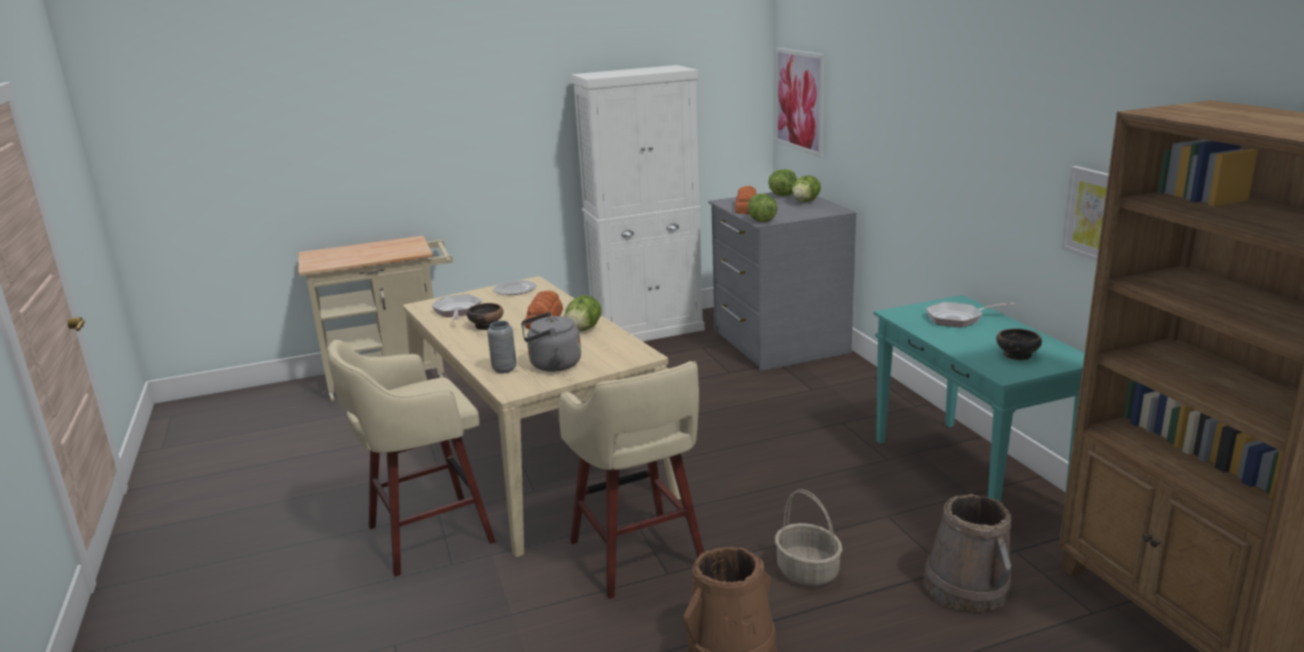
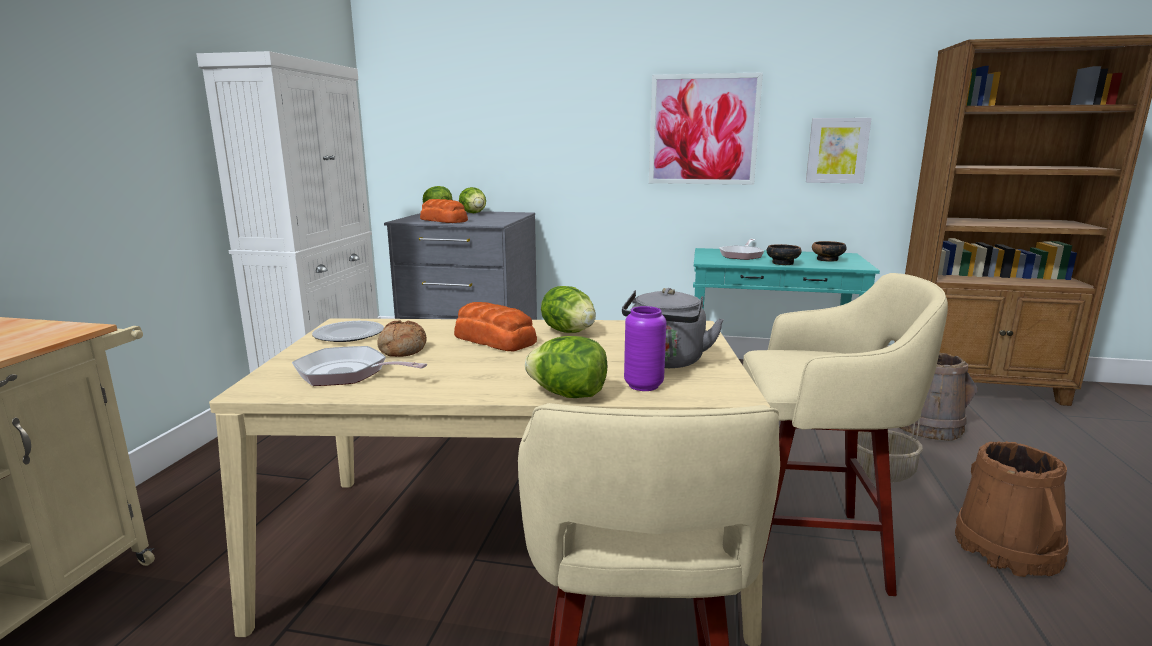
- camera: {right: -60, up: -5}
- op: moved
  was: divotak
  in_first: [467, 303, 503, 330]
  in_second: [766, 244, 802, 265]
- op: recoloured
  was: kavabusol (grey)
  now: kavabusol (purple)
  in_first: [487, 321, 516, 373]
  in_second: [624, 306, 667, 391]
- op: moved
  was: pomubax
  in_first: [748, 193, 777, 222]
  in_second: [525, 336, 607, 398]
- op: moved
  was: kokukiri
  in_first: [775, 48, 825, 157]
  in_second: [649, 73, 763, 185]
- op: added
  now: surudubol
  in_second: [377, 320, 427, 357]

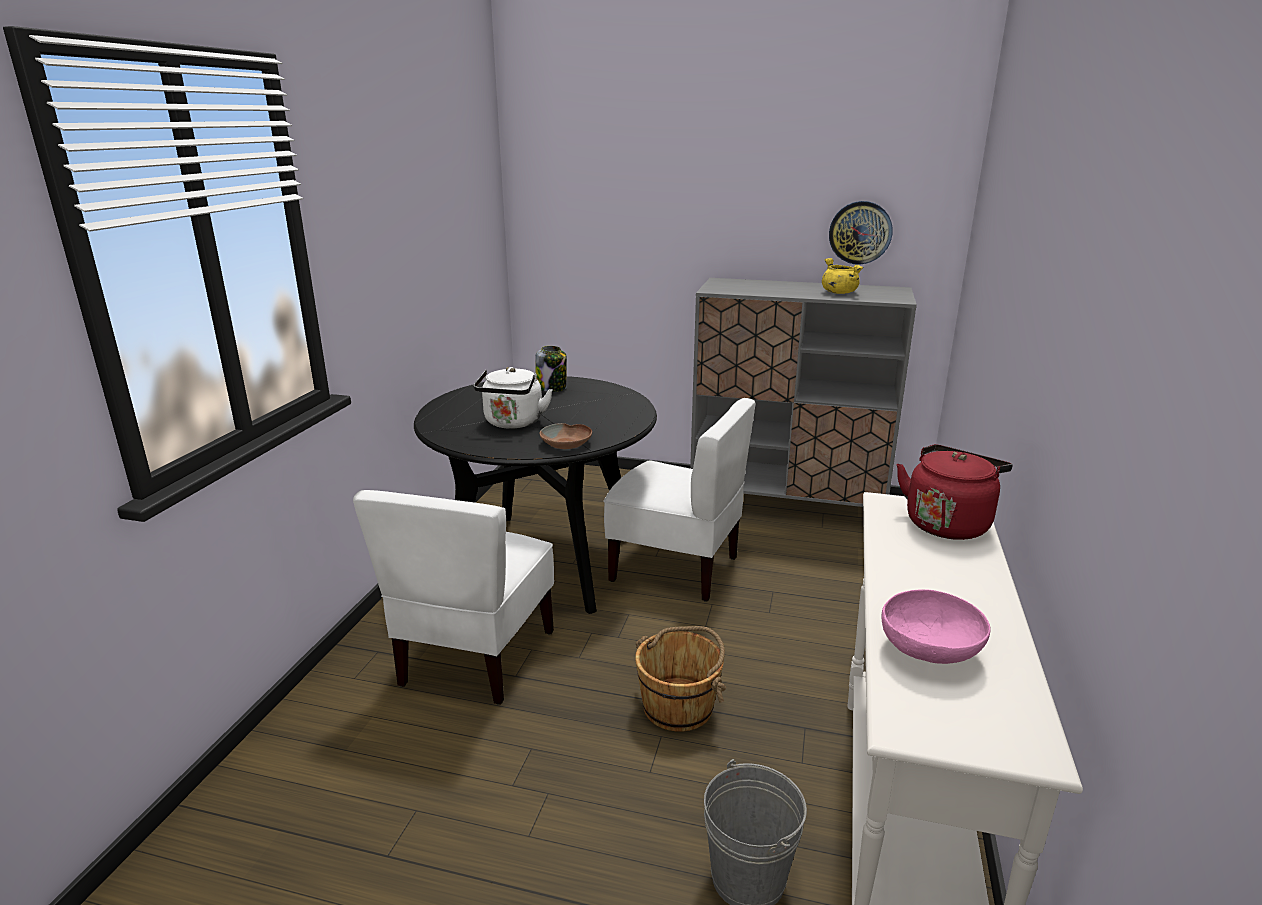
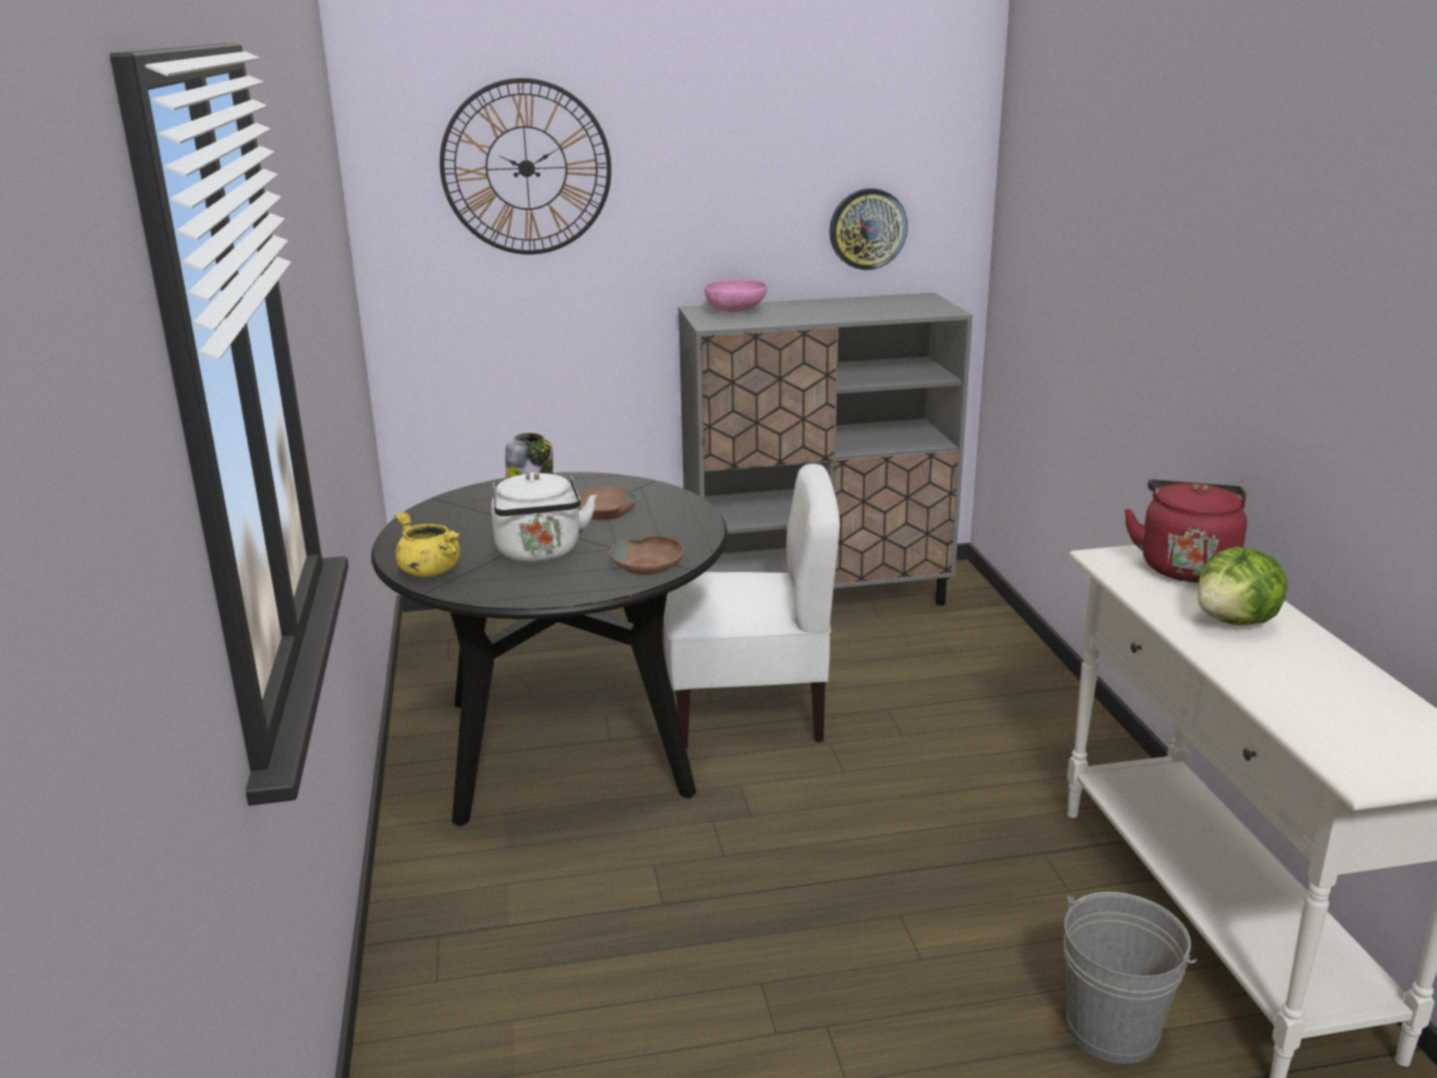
- camera: {right: -25, up: 0}
- op: removed
  was: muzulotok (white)
  in_first: [353, 490, 554, 705]
- op: removed
  was: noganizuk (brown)
  in_first: [635, 626, 726, 731]
- op: moved
  was: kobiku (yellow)
  in_first: [822, 258, 864, 294]
  in_second: [395, 512, 461, 577]
- op: moved
  was: divotak (pink)
  in_first: [881, 589, 990, 664]
  in_second: [704, 279, 767, 312]
- op: added
  now: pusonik
  in_second: [440, 78, 611, 254]
- op: added
  now: divotak (brown)
  in_second: [578, 487, 637, 520]
- op: added
  now: pomubax
  in_second: [1197, 547, 1287, 625]

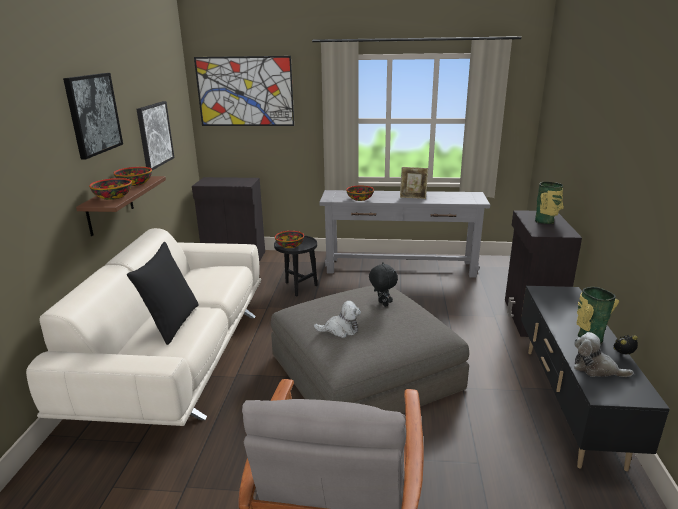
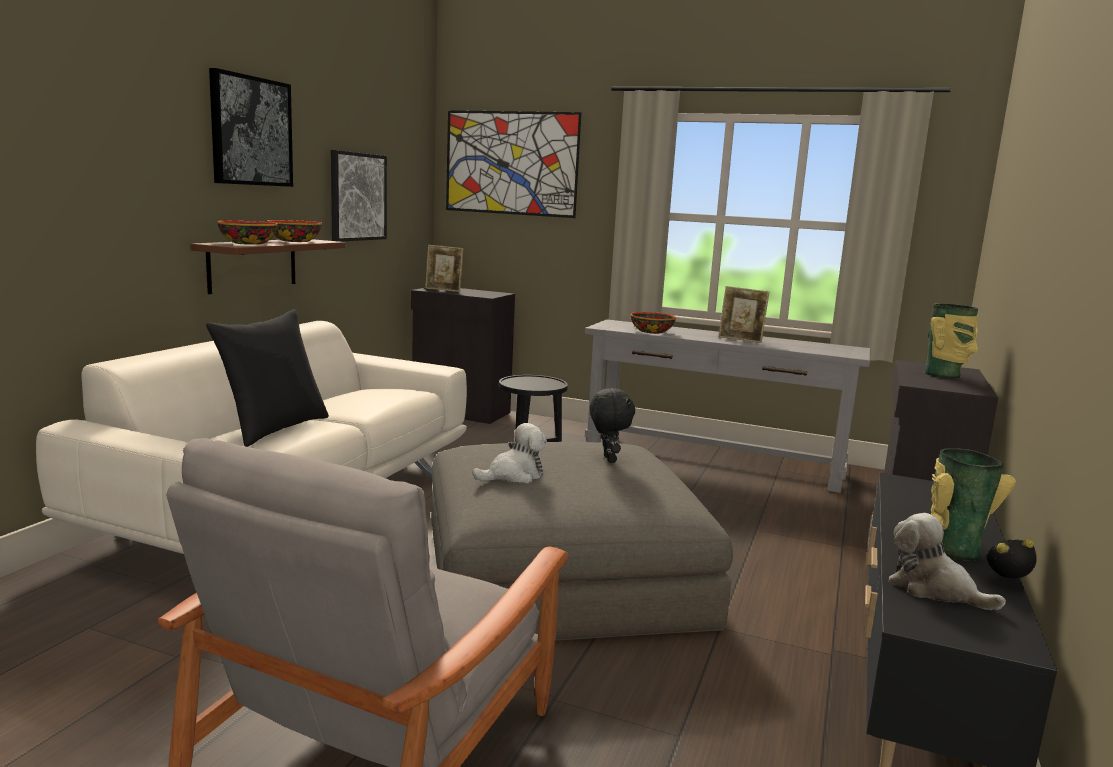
- camera: {right: 15, up: -10}
- op: removed
  was: divotak
  in_first: [275, 231, 304, 248]
- op: turned
  was: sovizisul
  in_first: [314, 301, 361, 338]
  in_second: [472, 423, 547, 483]
  clockwise: -45
- op: added
  now: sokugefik
  in_second: [425, 245, 463, 292]

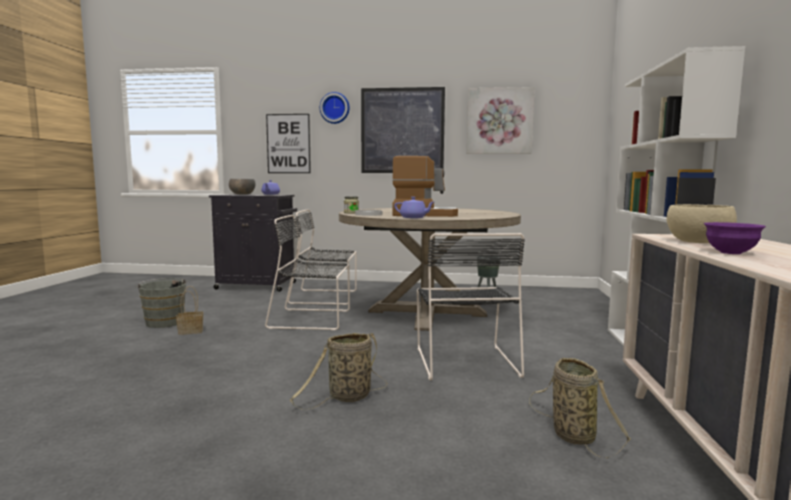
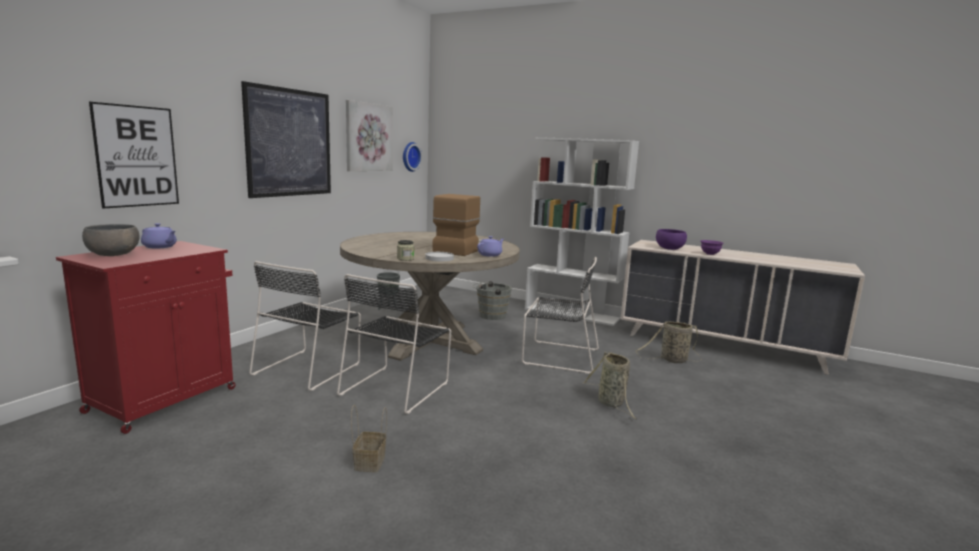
- camera: {right: -70, up: 5}
- op: moved
  was: noganizuk (grey)
  in_first: [136, 278, 188, 328]
  in_second: [472, 281, 512, 320]
- op: recoloured
  was: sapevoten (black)
  now: sapevoten (red)
  in_first: [209, 194, 297, 292]
  in_second: [56, 241, 236, 434]
- op: moved
  was: pusonik
  in_first: [320, 92, 349, 124]
  in_second: [403, 142, 422, 172]
- op: recoloured
  was: divotak (beige)
  now: divotak (purple)
  in_first: [667, 204, 737, 243]
  in_second: [656, 229, 687, 250]

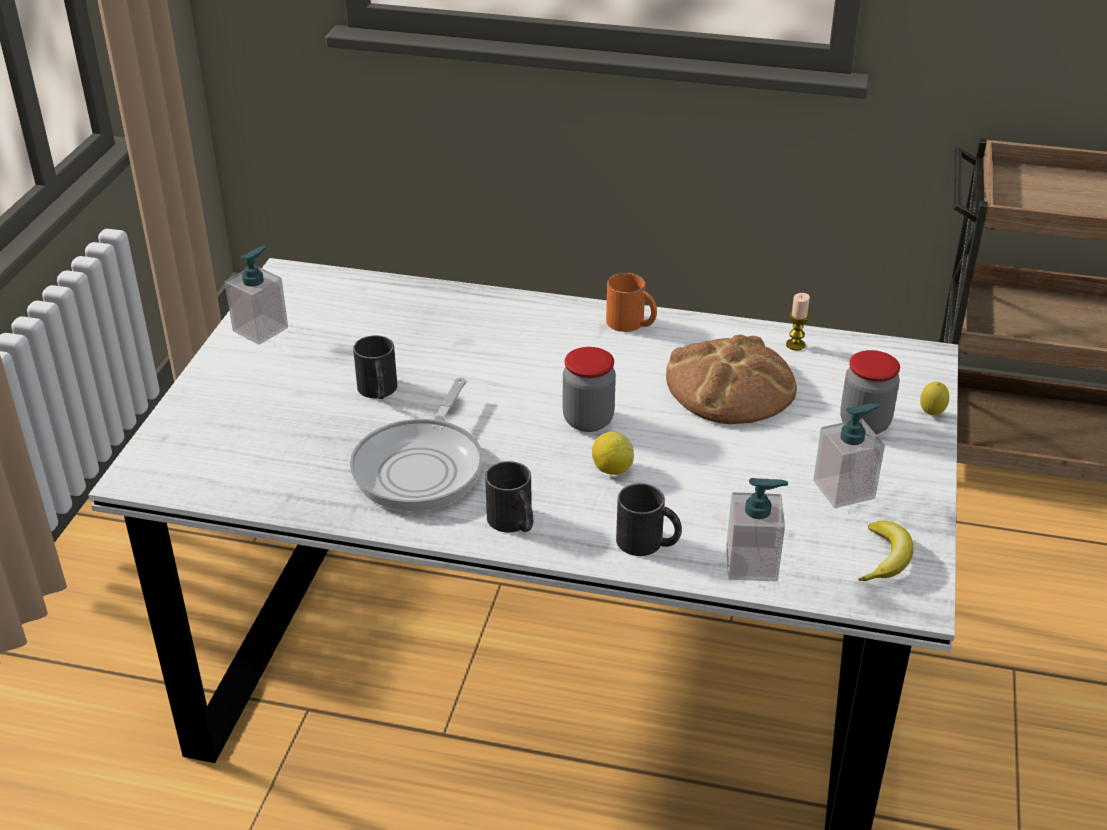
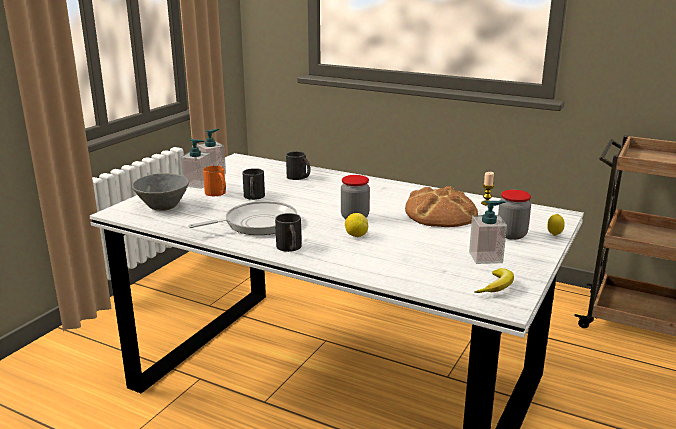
- camera: {right: 15, up: -15}
- op: turned
  was: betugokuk
  in_first: [350, 378, 483, 511]
  in_second: [188, 201, 297, 235]
  clockwise: -150
- op: moved
  was: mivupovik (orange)
  in_first: [606, 273, 657, 332]
  in_second: [203, 166, 226, 196]
- op: moved
  was: mivupovik (black)
  in_first: [616, 483, 682, 556]
  in_second: [286, 151, 311, 180]
- op: moved
  was: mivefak
  in_first: [726, 478, 788, 582]
  in_second: [181, 139, 211, 189]
- op: added
  now: divotak (grey)
  in_second: [132, 173, 189, 211]

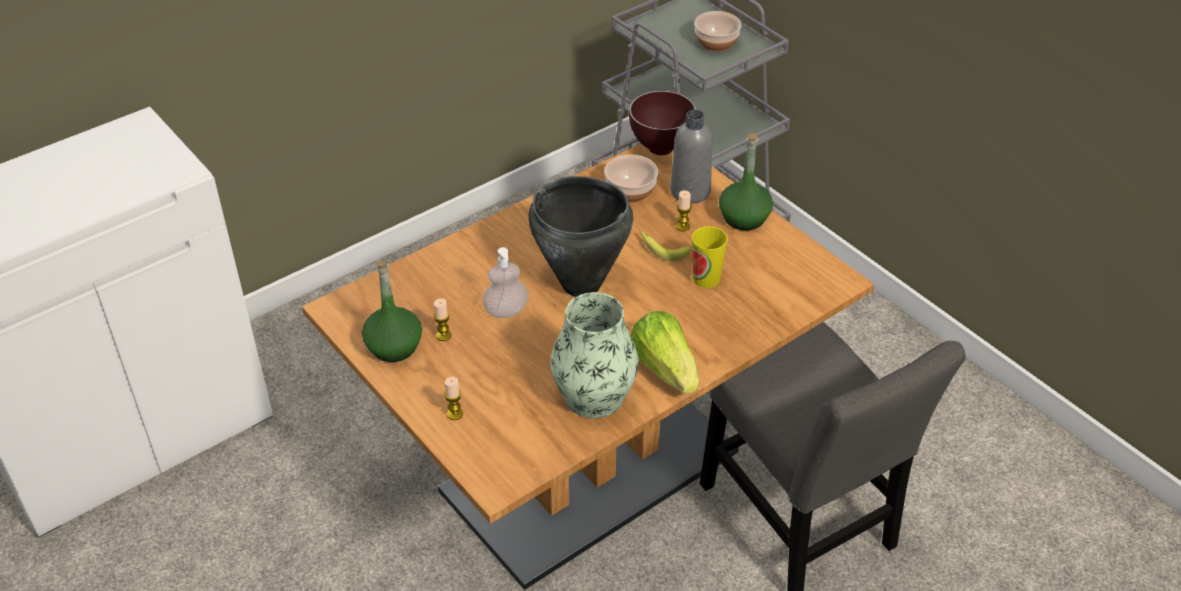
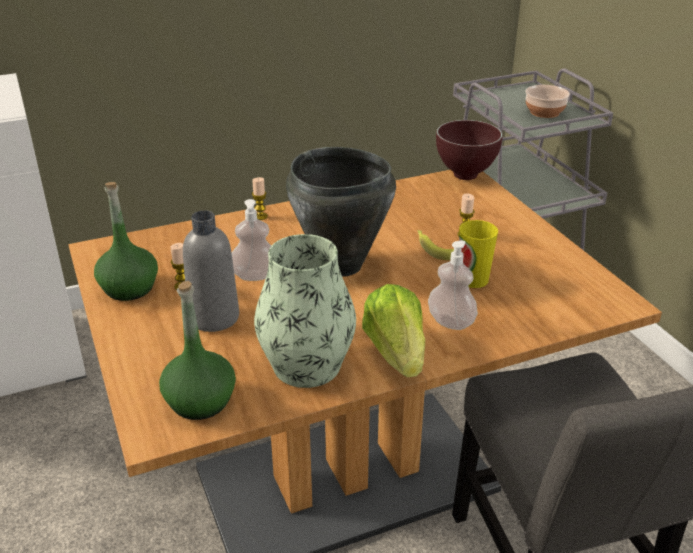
- camera: {right: 15, up: -10}
- op: moved
  was: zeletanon
  in_first: [444, 377, 463, 420]
  in_second: [252, 177, 268, 220]
- op: removed
  was: divotak
  in_first: [604, 154, 658, 203]
- op: moved
  was: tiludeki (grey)
  in_first: [670, 110, 713, 204]
  in_second: [183, 210, 239, 332]
- op: moved
  was: tiludeki (green)
  in_first: [719, 133, 773, 231]
  in_second: [159, 281, 236, 420]
- op: added
  now: mivefak
  in_second: [428, 240, 478, 330]

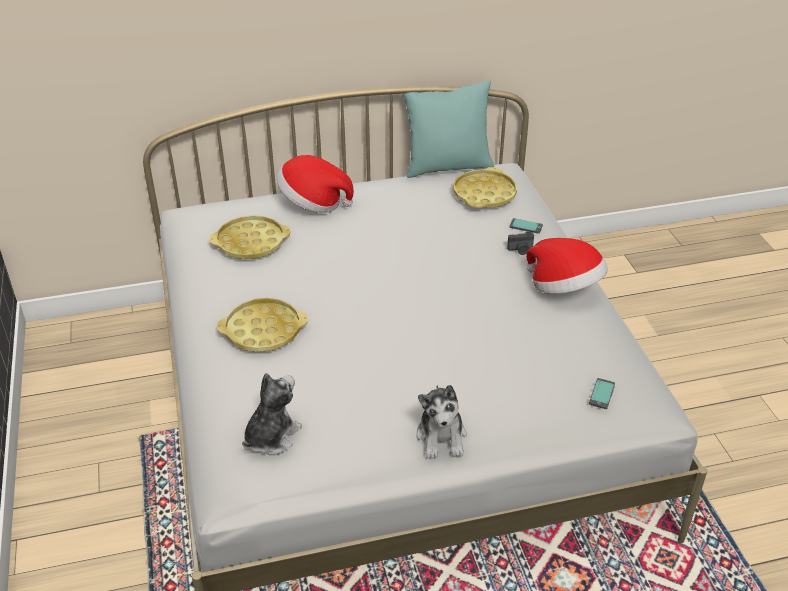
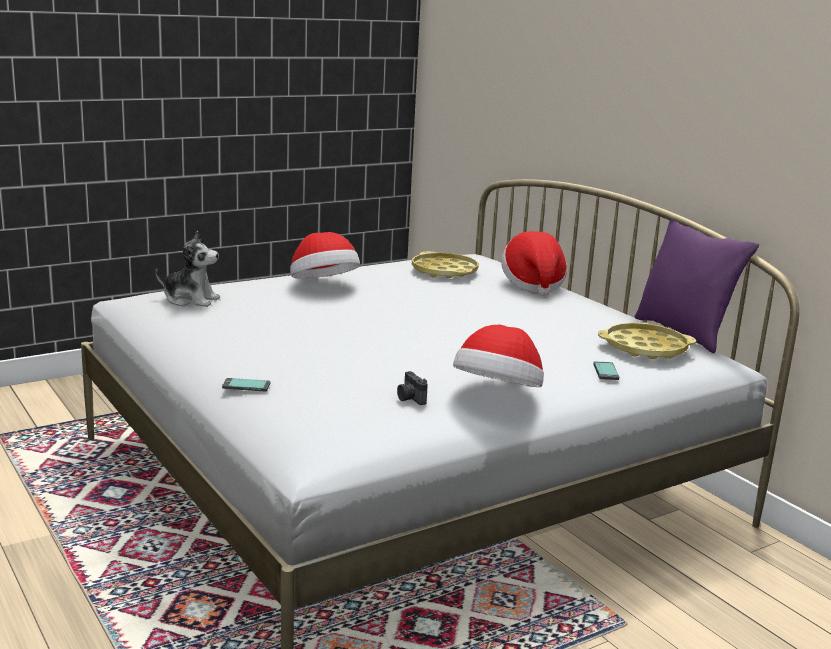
- camera: {right: 70, up: -20}
- op: replaced
  was: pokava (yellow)
  now: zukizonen
  in_first: [217, 298, 308, 352]
  in_second: [290, 232, 360, 278]
- op: recoloured
  was: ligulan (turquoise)
  now: ligulan (purple)
  in_first: [403, 81, 494, 178]
  in_second: [635, 220, 759, 353]
- op: removed
  was: sovizisul
  in_first: [416, 385, 466, 458]
- op: moved
  was: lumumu
  in_first: [507, 232, 534, 255]
  in_second: [397, 371, 428, 405]
- op: moved
  was: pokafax
  in_first: [589, 378, 615, 409]
  in_second: [222, 378, 270, 391]

